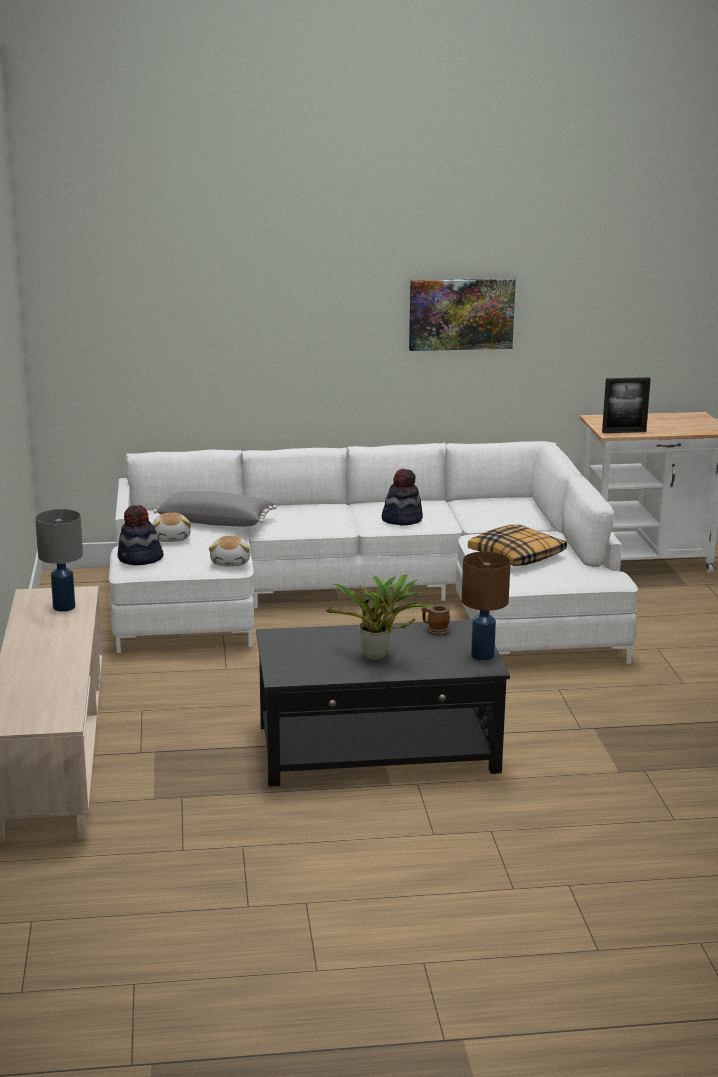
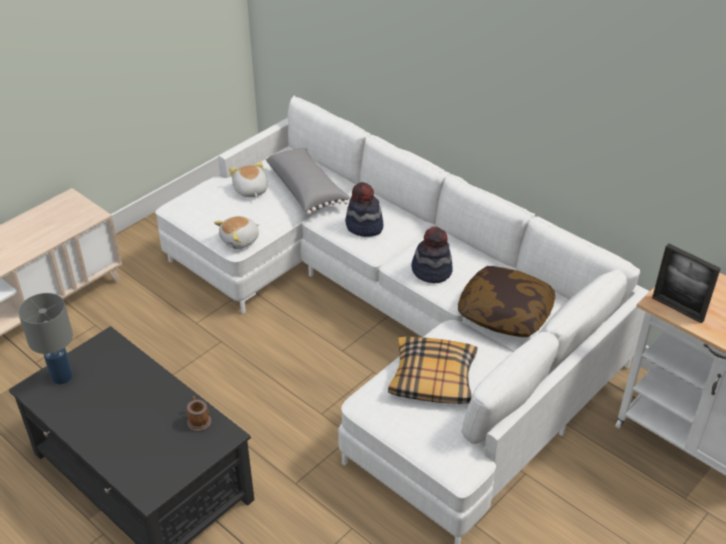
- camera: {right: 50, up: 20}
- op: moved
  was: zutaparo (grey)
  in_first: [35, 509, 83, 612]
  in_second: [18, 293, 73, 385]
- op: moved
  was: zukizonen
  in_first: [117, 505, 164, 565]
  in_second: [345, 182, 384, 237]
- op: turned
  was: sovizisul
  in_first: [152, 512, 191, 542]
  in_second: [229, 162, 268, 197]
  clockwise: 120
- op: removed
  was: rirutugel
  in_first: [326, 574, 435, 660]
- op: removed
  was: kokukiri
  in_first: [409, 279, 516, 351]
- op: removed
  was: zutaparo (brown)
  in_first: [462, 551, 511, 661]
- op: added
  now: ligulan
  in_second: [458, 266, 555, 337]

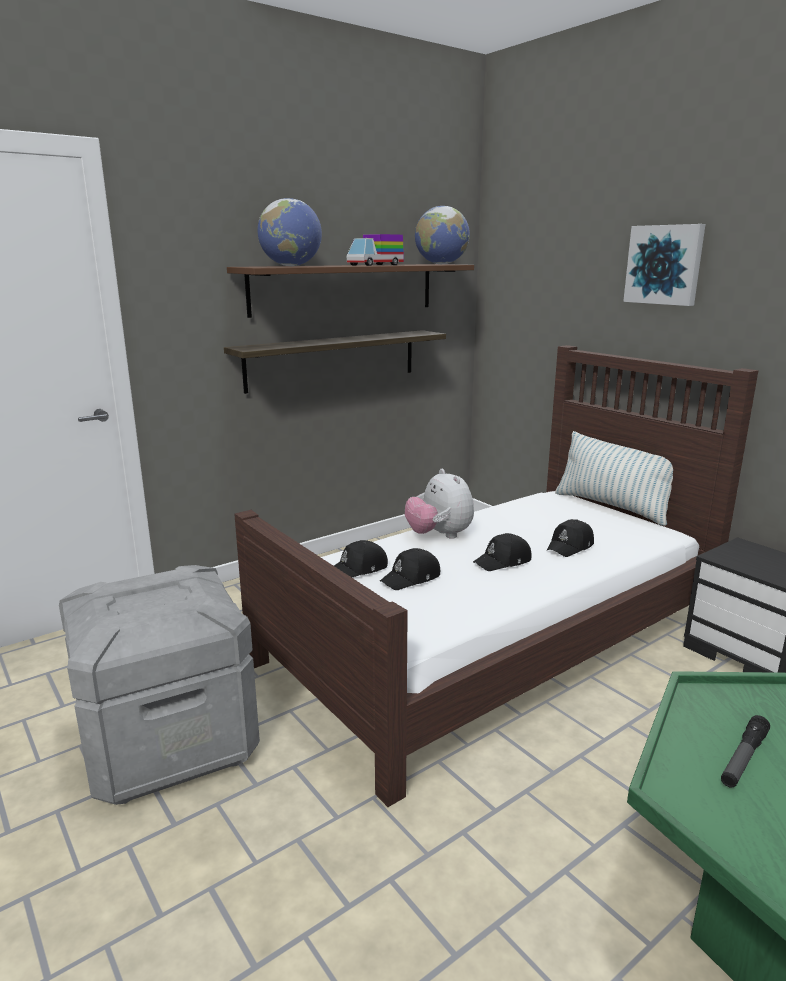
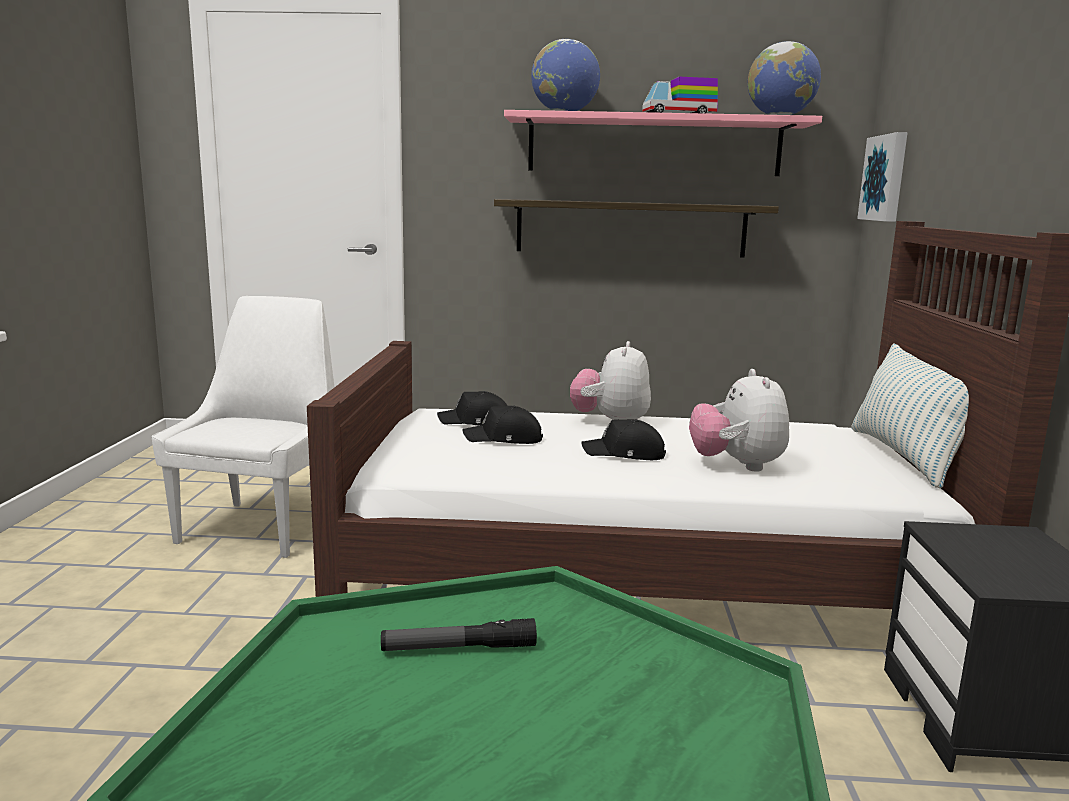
- camera: {right: 40, up: -5}
- op: replaced
  was: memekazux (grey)
  now: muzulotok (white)
  in_first: [59, 565, 260, 805]
  in_second: [151, 296, 334, 558]
- op: recoloured
  was: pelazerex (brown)
  now: pelazerex (pink)
  in_first: [227, 264, 474, 318]
  in_second: [504, 110, 822, 176]
- op: replaced
  was: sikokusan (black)
  now: sovizisul
  in_first: [547, 519, 594, 557]
  in_second: [689, 369, 789, 472]
- op: moved
  was: kokukiri
  in_first: [623, 224, 706, 306]
  in_second: [857, 132, 908, 222]

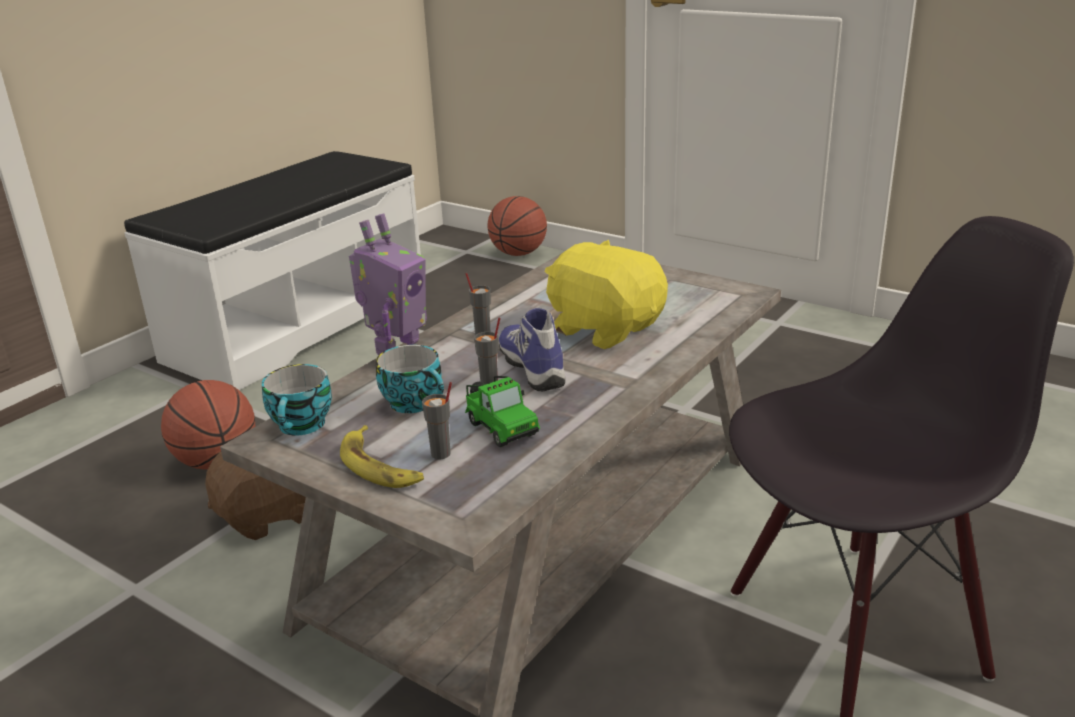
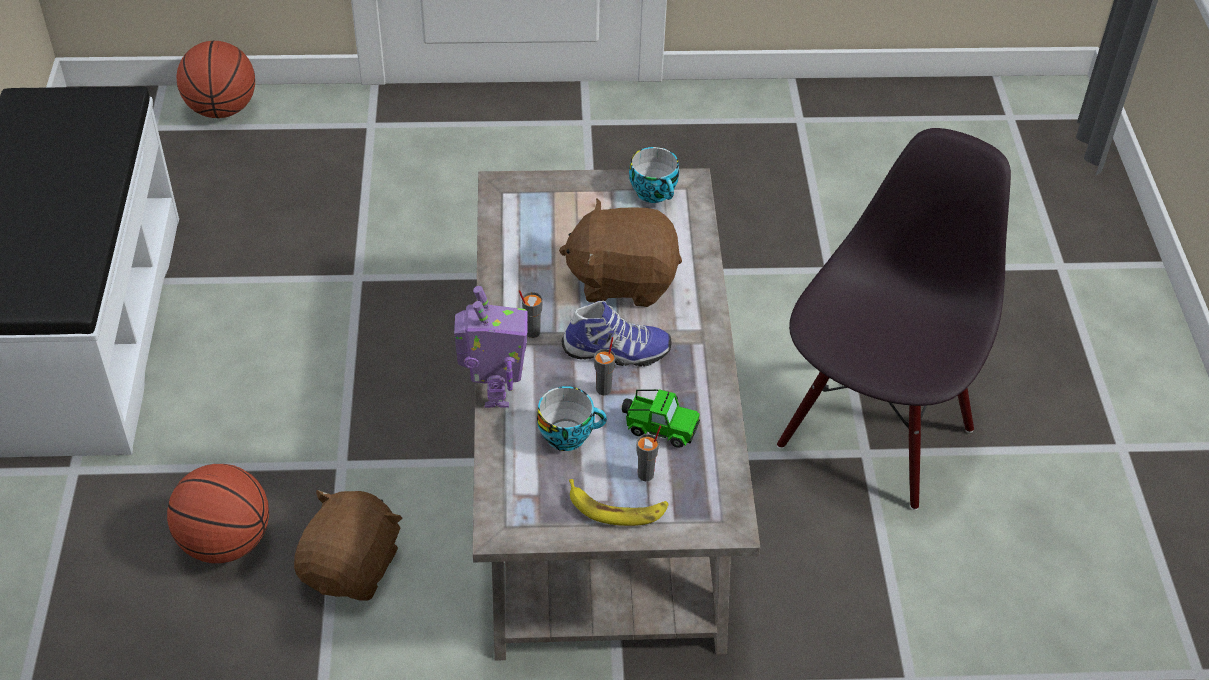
- camera: {right: -40, up: 20}
- op: moved
  was: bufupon
  in_first: [262, 364, 332, 436]
  in_second: [629, 147, 679, 203]
- op: turned
  was: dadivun
  in_first: [499, 308, 565, 391]
  in_second: [562, 301, 671, 367]
  clockwise: 150
- op: recoloured
  was: sovizisul (yellow)
  now: sovizisul (brown)
  in_first: [545, 239, 668, 349]
  in_second: [559, 198, 682, 307]

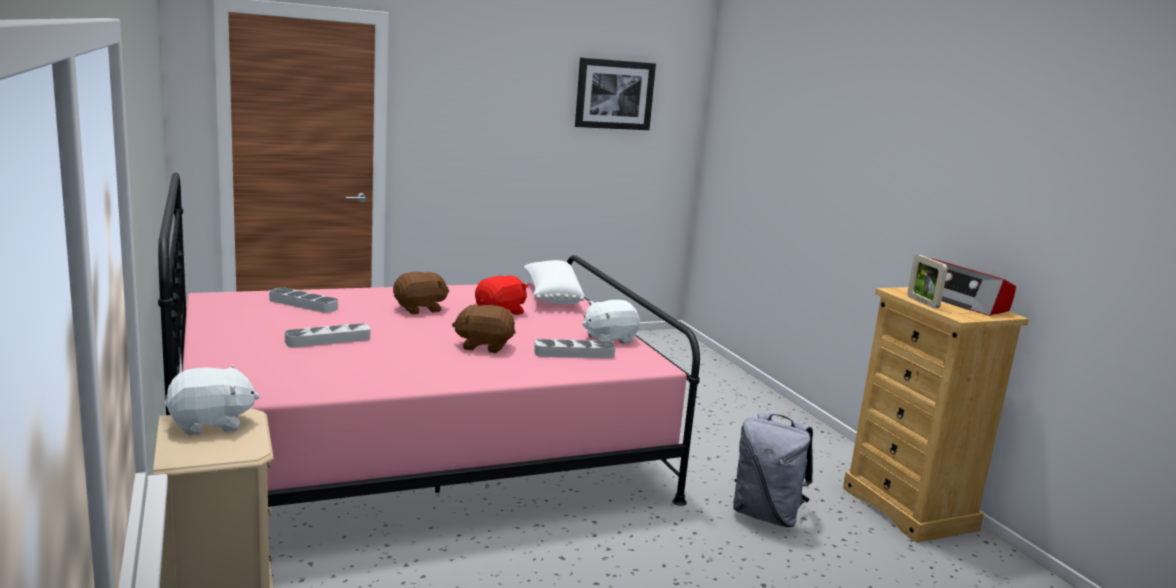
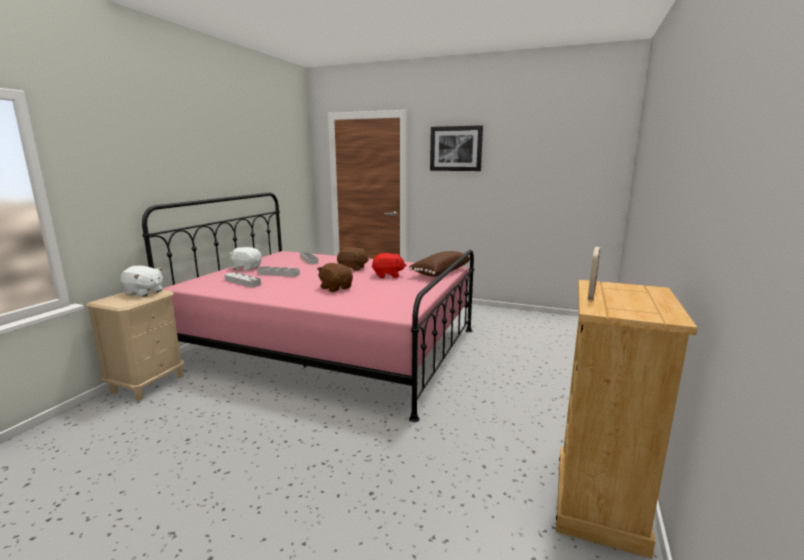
- camera: {right: 45, up: 0}
- op: recoloured
  was: ligulan (white)
  now: ligulan (brown)
  in_first: [524, 260, 585, 304]
  in_second: [409, 251, 471, 277]
- op: moved
  was: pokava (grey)
  in_first: [534, 339, 615, 358]
  in_second: [225, 272, 261, 287]
- op: moved
  was: kokukiri
  in_first: [575, 57, 656, 130]
  in_second: [430, 125, 483, 171]
- op: moved
  was: sovizisul (white)
  in_first: [582, 300, 640, 344]
  in_second: [230, 247, 262, 271]
- op: removed
  was: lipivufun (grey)
  in_first: [733, 413, 813, 527]
- op: removed
  was: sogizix
  in_first: [931, 258, 1016, 316]

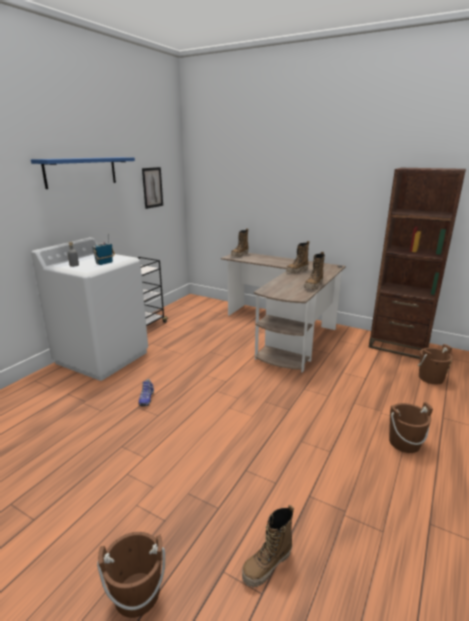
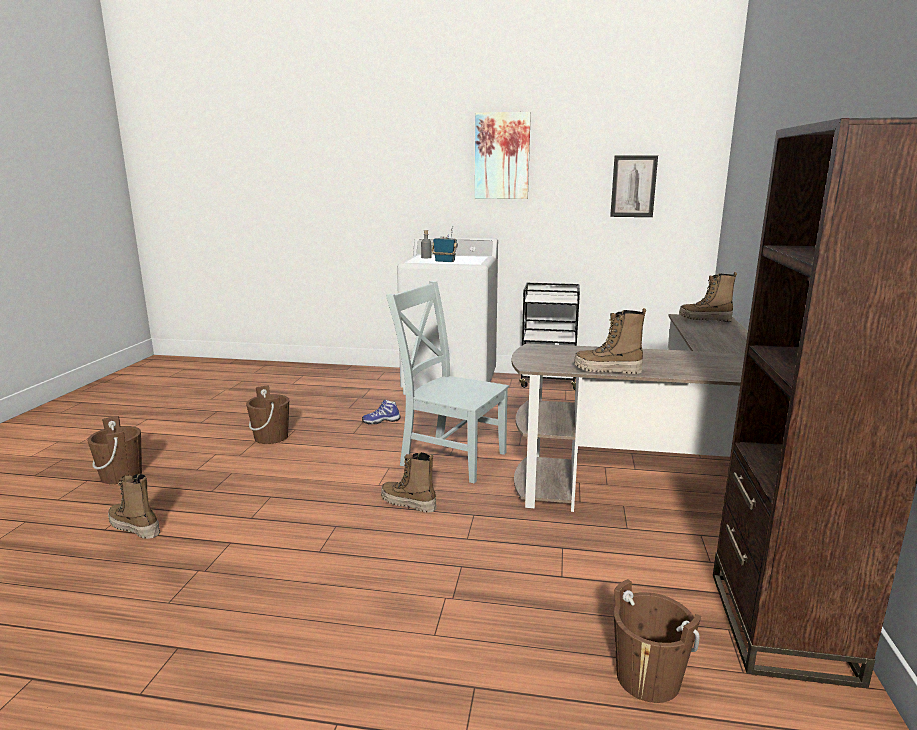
- camera: {right: 70, up: -5}
- op: replaced
  was: pelazerex (blue)
  now: kokukiri
  in_first: [31, 157, 135, 189]
  in_second: [475, 112, 531, 199]
- op: moved
  was: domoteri
  in_first: [286, 241, 310, 274]
  in_second: [381, 452, 436, 513]
- op: moved
  was: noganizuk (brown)
  in_first: [389, 402, 433, 453]
  in_second: [246, 385, 289, 444]
- op: added
  now: muzulotok (grey)
  in_second: [386, 281, 509, 483]

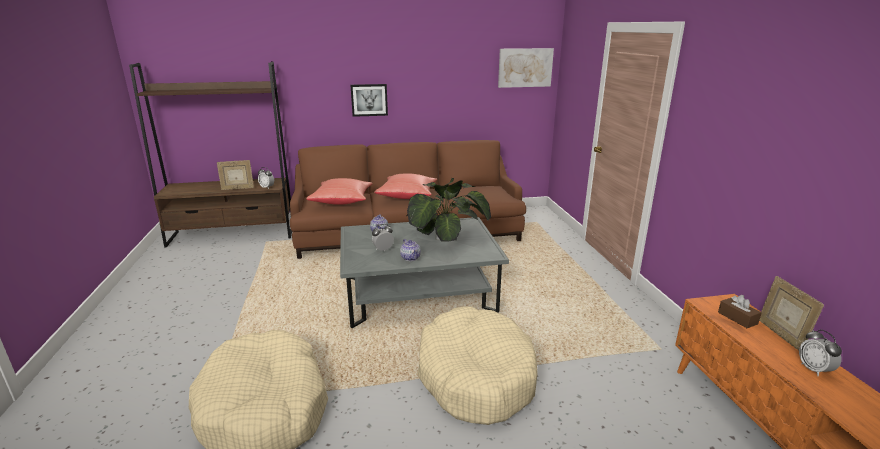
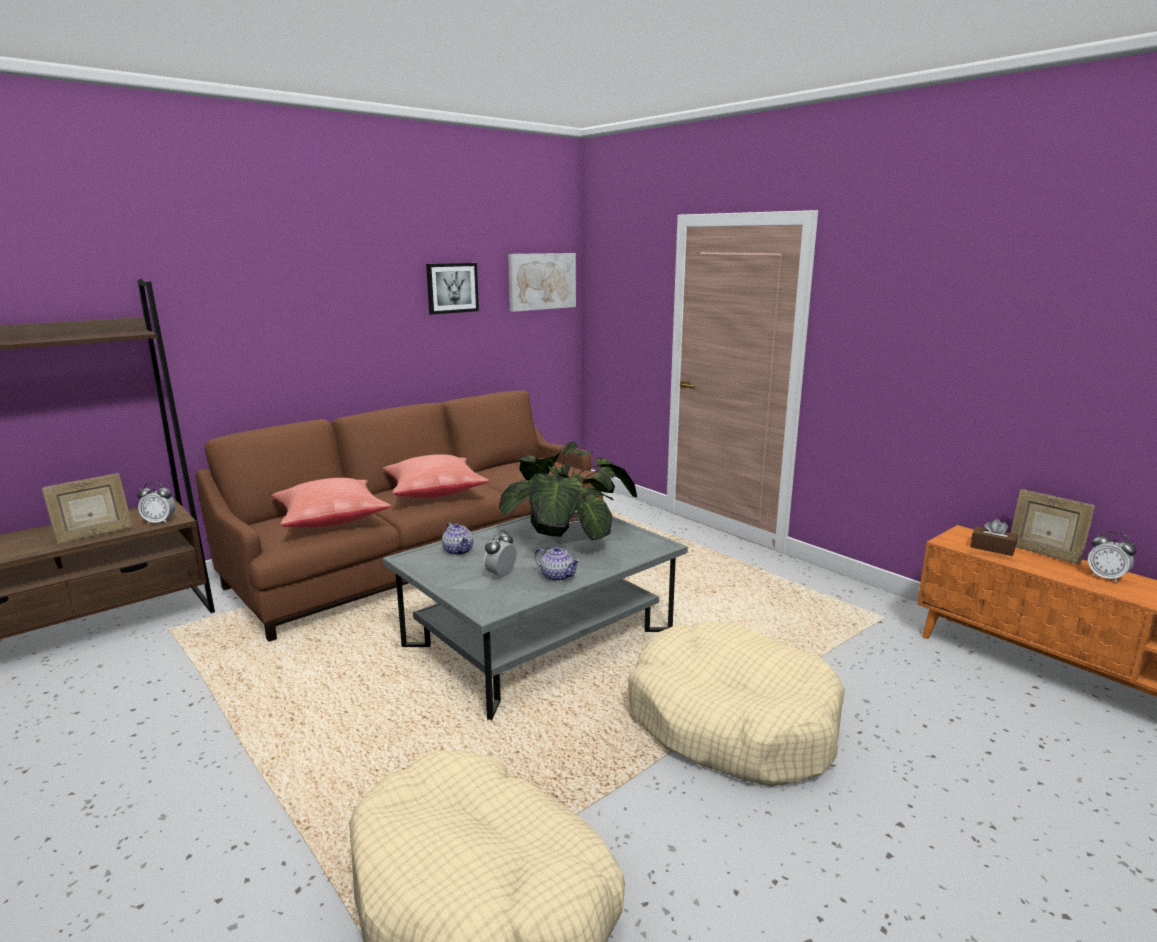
- camera: {right: -30, up: -5}
- op: moved
  was: kokukiri
  in_first: [350, 84, 388, 117]
  in_second: [426, 263, 479, 315]

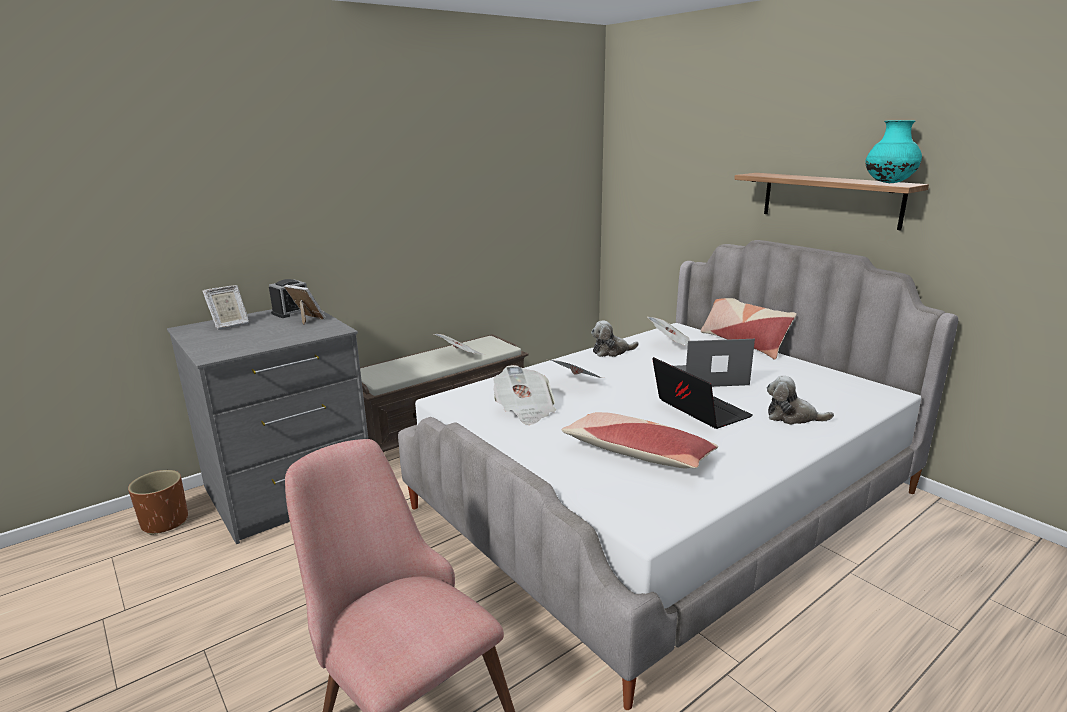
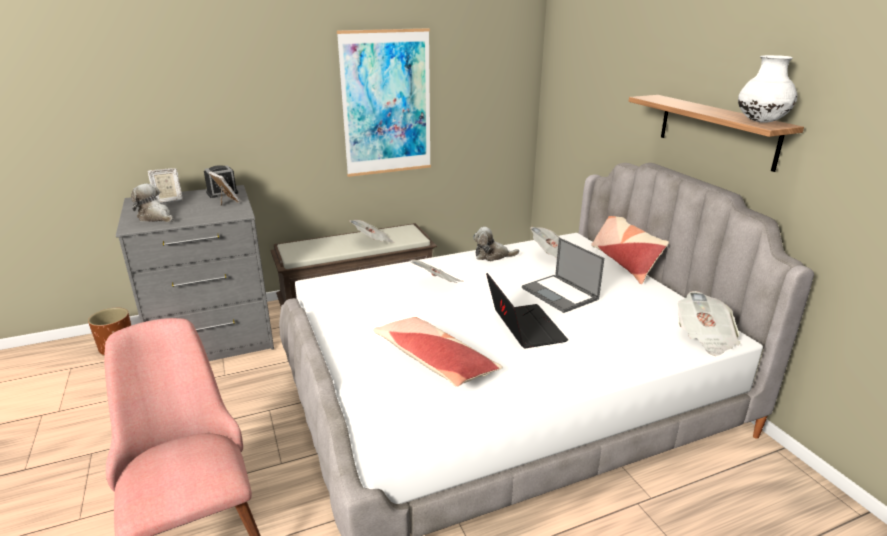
- camera: {right: 15, up: 5}
- op: moved
  was: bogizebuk
  in_first: [493, 365, 556, 425]
  in_second: [678, 291, 741, 356]
- op: turned
  was: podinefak
  in_first: [674, 339, 755, 387]
  in_second: [522, 237, 604, 313]
  clockwise: -135
- op: moved
  was: sovizisul
  in_first: [767, 375, 834, 425]
  in_second: [131, 183, 174, 222]
- op: recoloured
  was: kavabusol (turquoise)
  now: kavabusol (white)
  in_first: [866, 120, 922, 183]
  in_second: [738, 55, 797, 123]
- op: added
  now: kokukiri
  in_second: [337, 28, 431, 177]

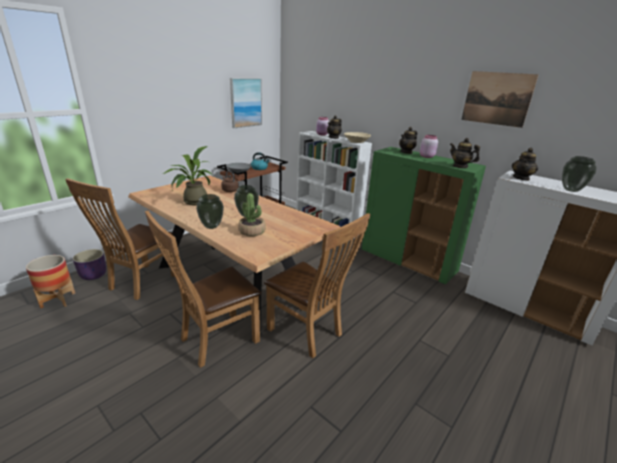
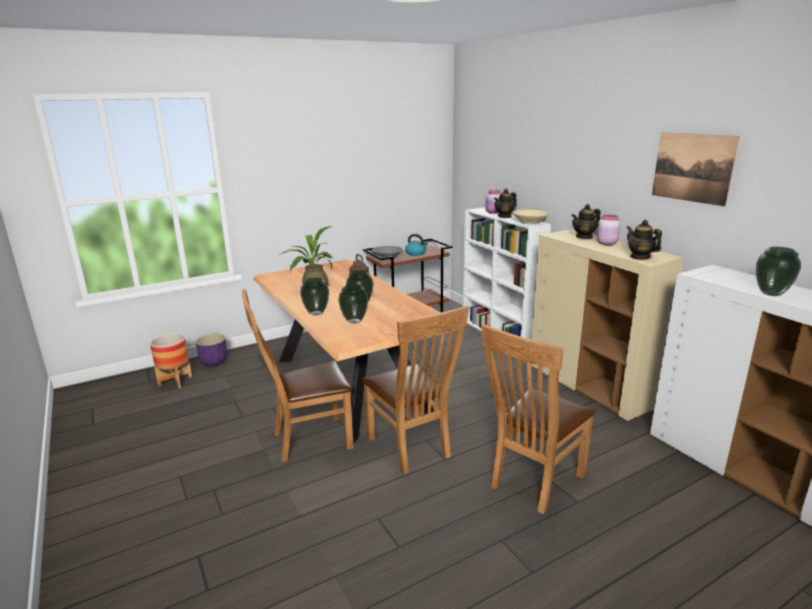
- camera: {right: 20, up: -5}
- op: moved
  was: muzulotok (brown)
  in_first: [65, 178, 175, 300]
  in_second: [481, 324, 596, 514]
- op: removed
  was: kokukiri
  in_first: [230, 78, 262, 128]
- op: replaced
  was: rirutugel
  now: kavabusol
  in_first: [238, 193, 266, 236]
  in_second: [339, 284, 368, 323]
- op: recoloured
  was: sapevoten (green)
  now: sapevoten (beige)
  in_first: [361, 147, 486, 285]
  in_second: [532, 229, 683, 421]
- op: removed
  was: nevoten
  in_first: [512, 148, 538, 181]

